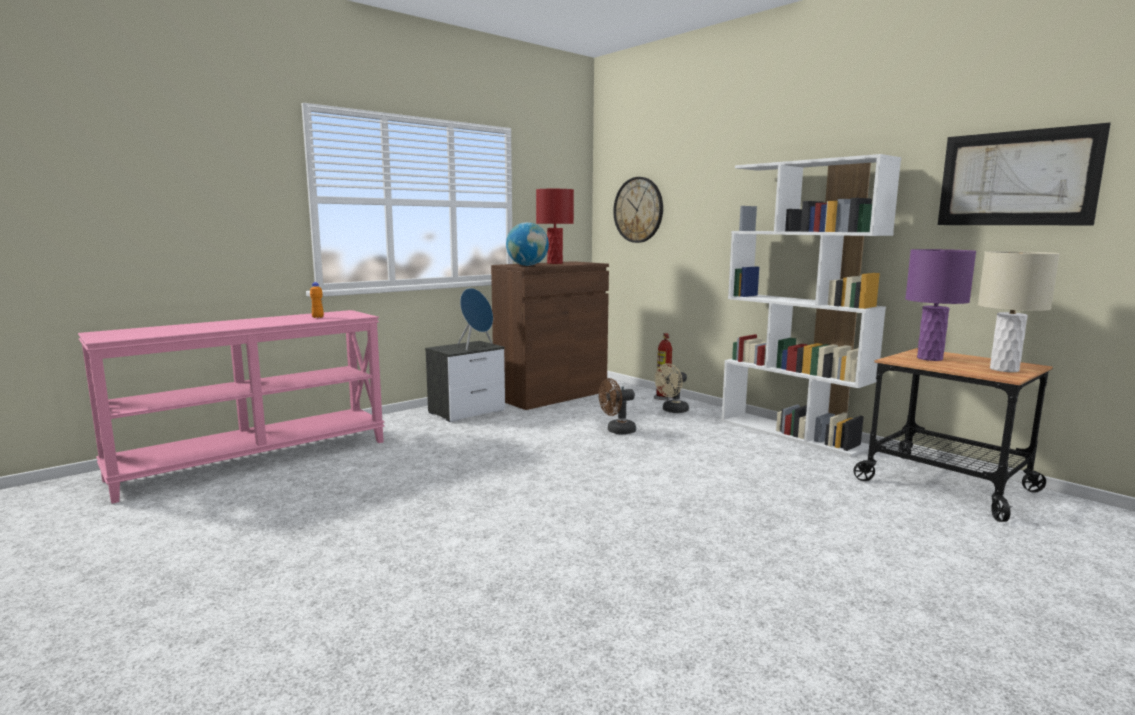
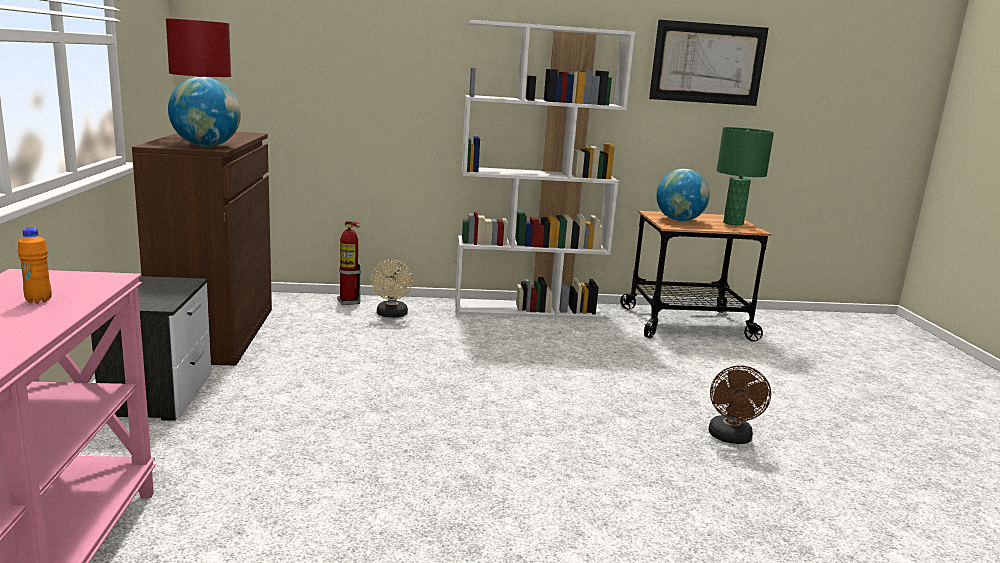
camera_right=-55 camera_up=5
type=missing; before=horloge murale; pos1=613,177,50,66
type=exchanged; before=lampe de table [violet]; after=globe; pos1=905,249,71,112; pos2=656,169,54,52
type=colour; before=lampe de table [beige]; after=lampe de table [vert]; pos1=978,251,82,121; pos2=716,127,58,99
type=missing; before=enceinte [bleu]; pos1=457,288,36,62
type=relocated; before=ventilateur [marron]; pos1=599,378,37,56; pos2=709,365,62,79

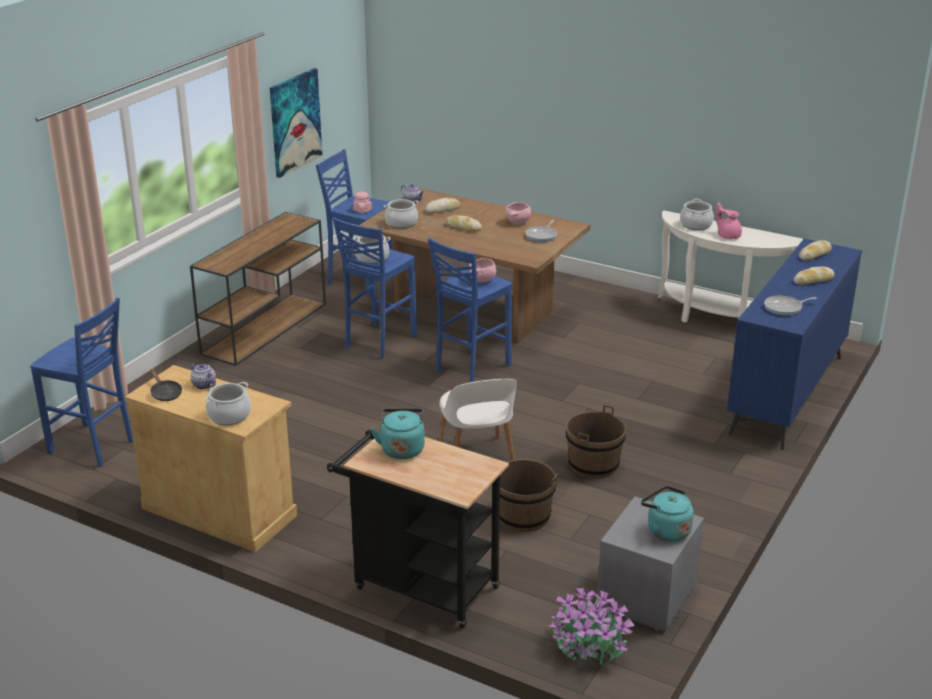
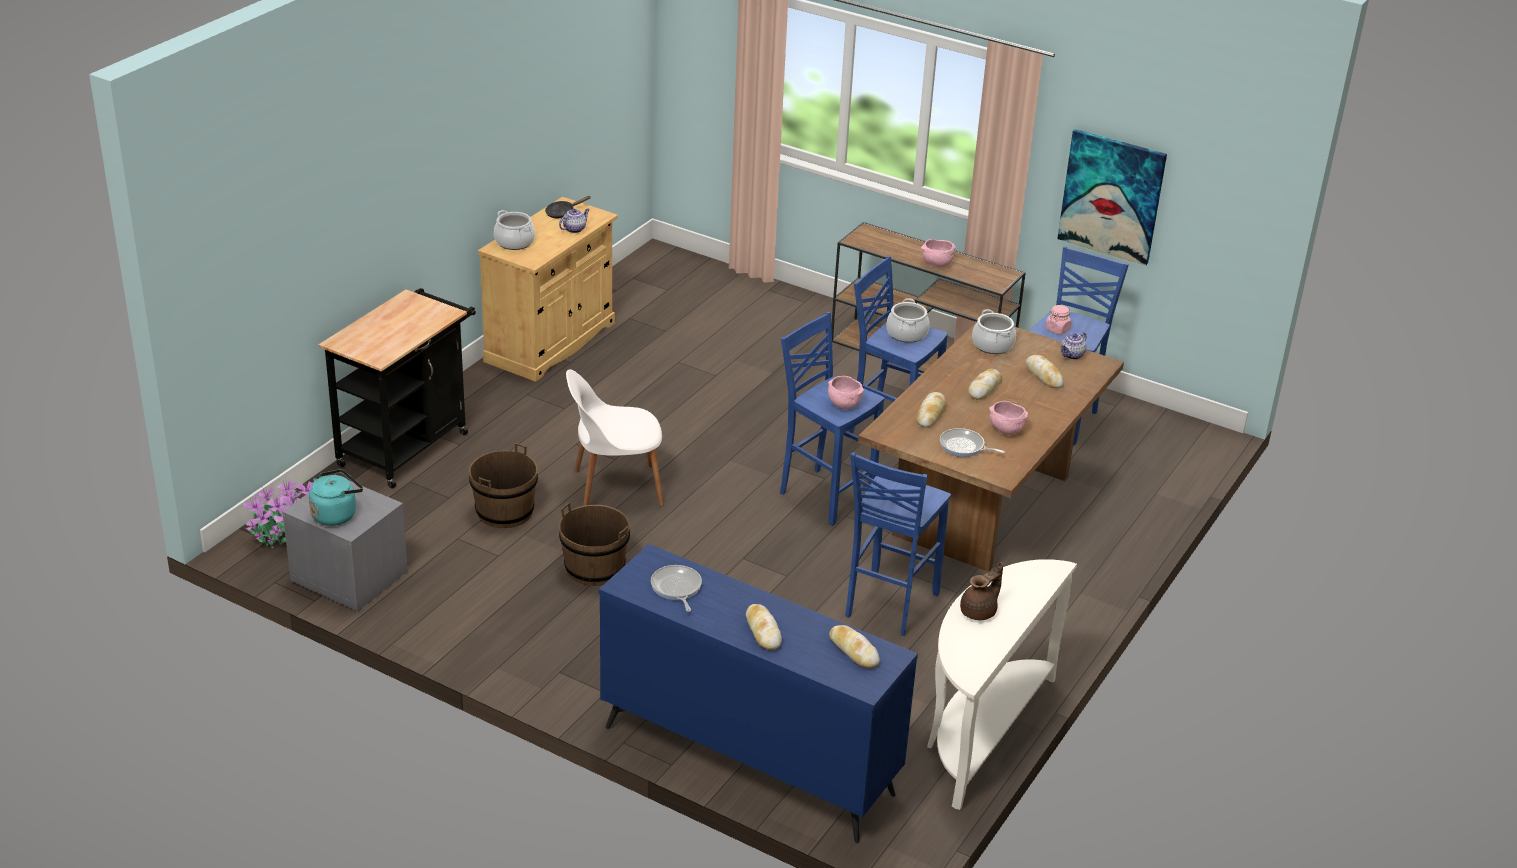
camera_right=90 camera_up=5
type=missing; before=marmite; pos1=680,199,34,31
type=colour; before=théière [rose]; after=théière [marron]; pos1=716,202,26,37; pos2=960,562,43,58
type=relocated; before=tabouret [bleu]; pos1=30,297,104,170; pos2=845,452,106,184
type=missing; before=bouilloire [turquoise]; pos1=370,409,55,50
type=appeared; after=bol [rose]; pos2=921,239,35,28
type=appeared; after=pain; pos2=916,392,30,35

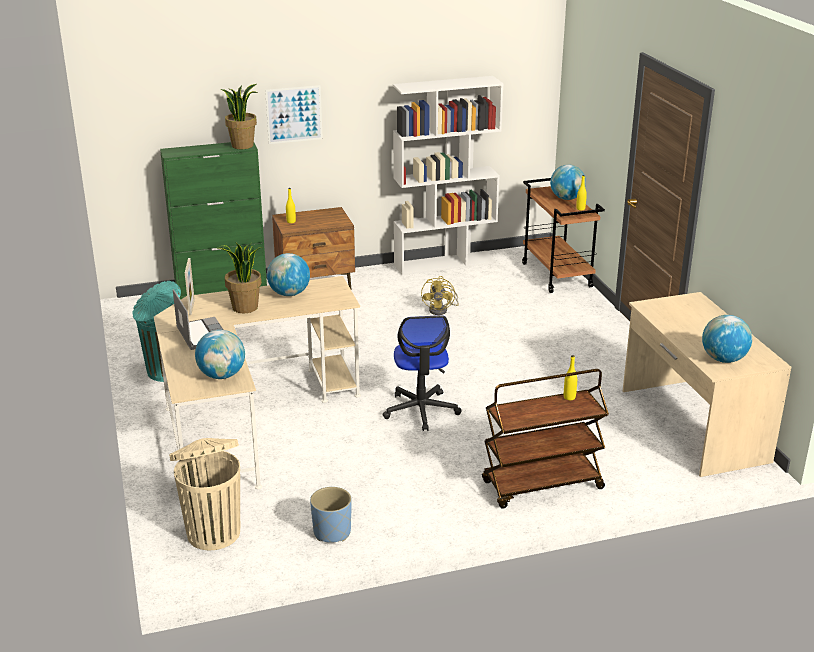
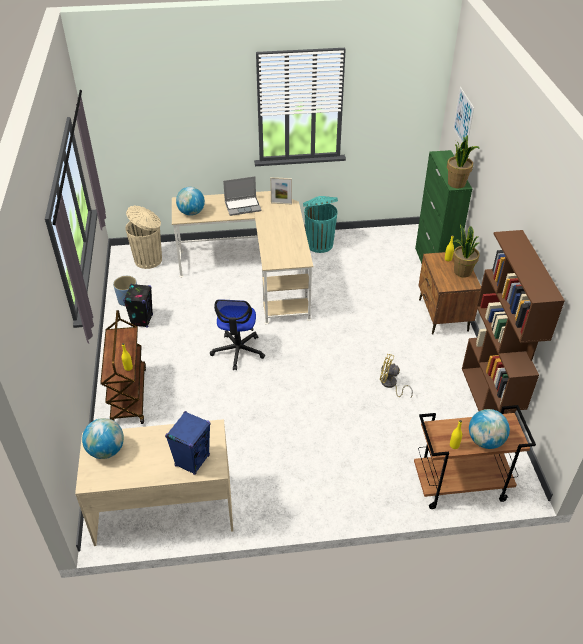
camera_right=100 camera_up=15
type=colour; before=bibliothèque [blanc]; after=bibliothèque [marron]; pos1=393,76,111,199; pos2=462,230,103,184
type=relocated; before=tableau; pos1=265,85,58,59; pos2=453,87,21,56
type=relocated; before=plante en pot; pos1=216,243,47,70; pos2=453,224,27,53
type=missing; before=globe; pos1=267,253,43,43
type=spun; before=chaise de bureau; pos1=383,315,79,116; pos2=210,299,55,71; turn=-90
type=appeared; after=enceinte [noir]; pos2=123,284,30,44
type=appeared; after=enceinte [bleu]; pos2=165,411,46,64

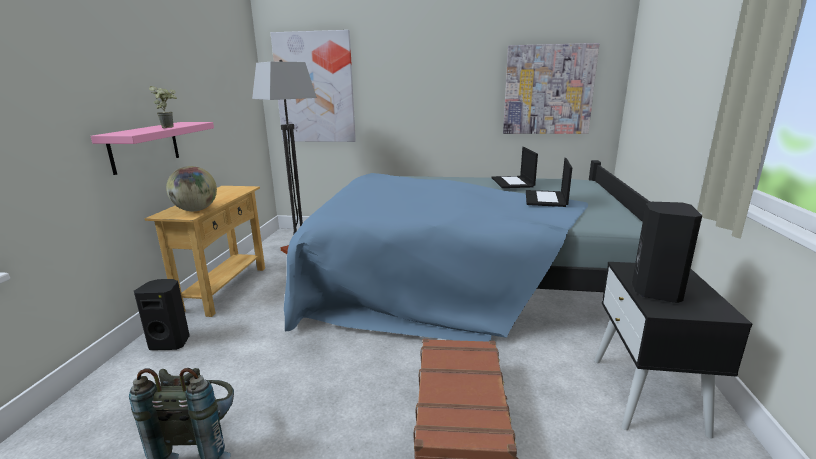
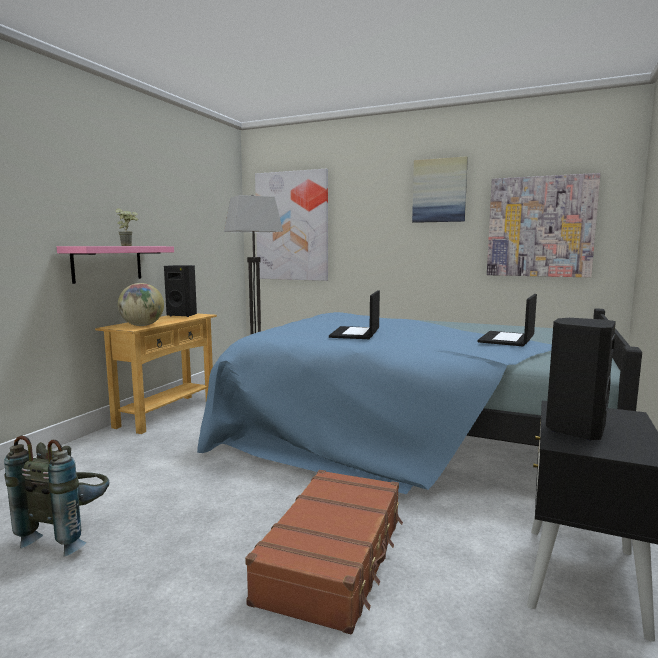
camera_right=15 camera_up=-10
type=relocated; before=ordinateur portable; pos1=492,147,46,41; pos2=329,290,51,49
type=relocated; before=enceinte [noir]; pos1=134,279,56,71; pos2=164,265,33,52
type=appeared; after=tableau; pos2=412,156,56,67

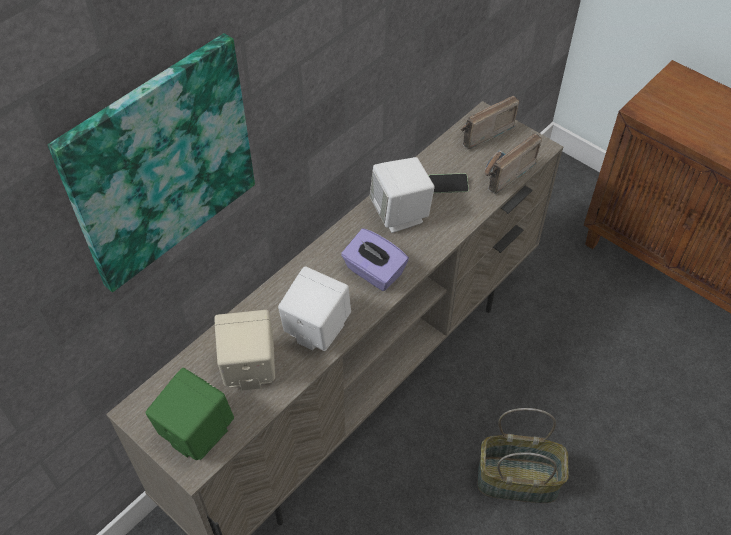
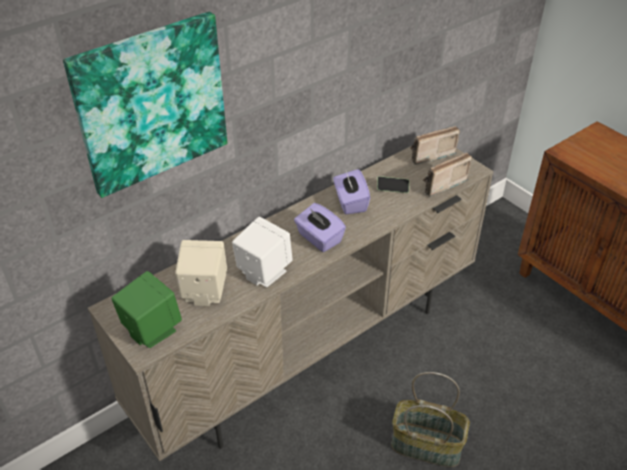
camera_right=10 camera_up=-10
type=exchanged; before=enceinte [blanc]; after=boîte à mouchoirs [violet]; pos1=370,157,65,76; pos2=333,169,37,45

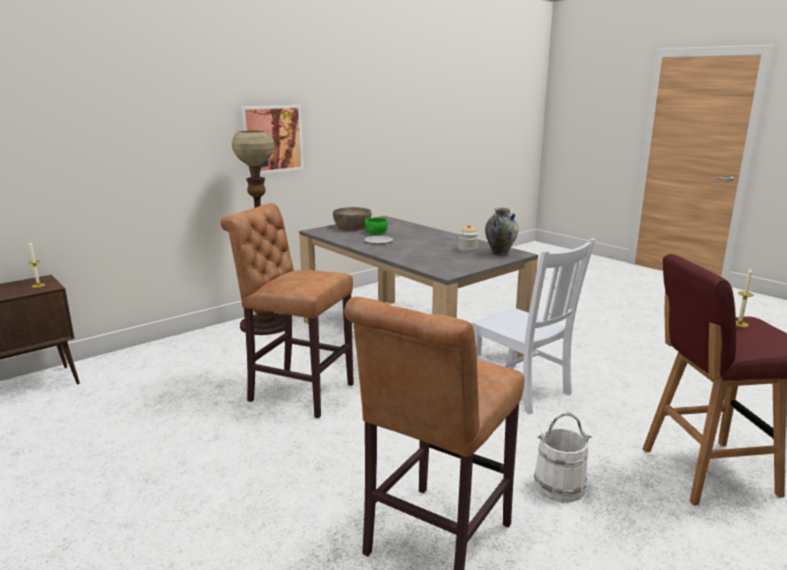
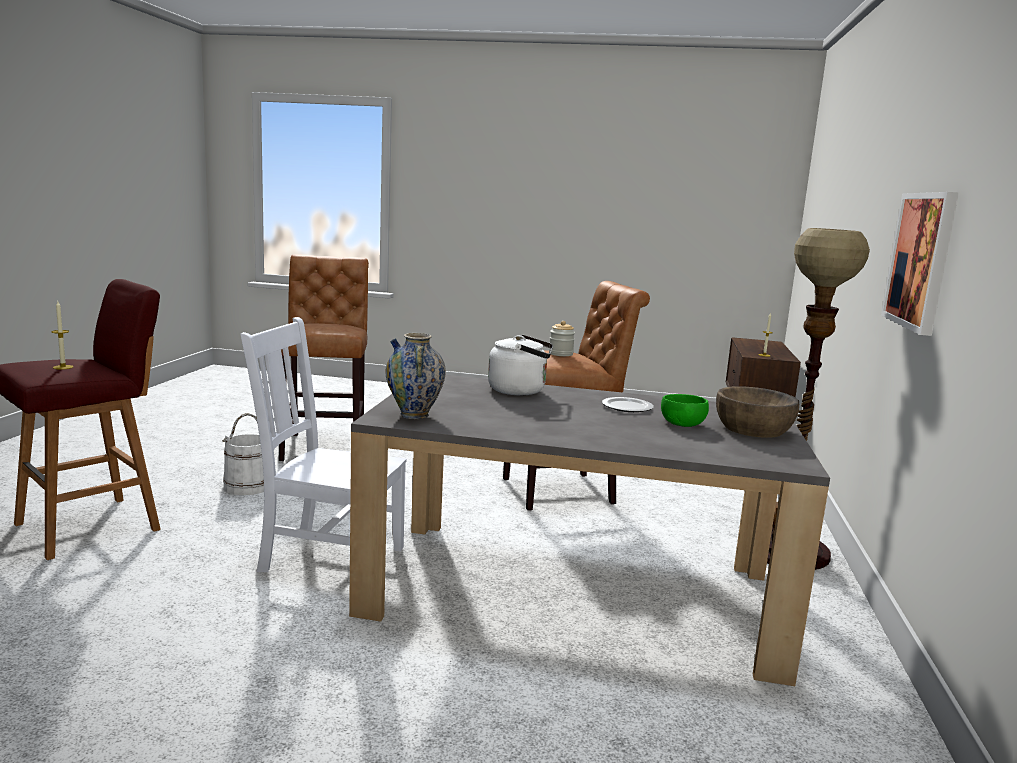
camera_right=140 camera_up=-5
type=relocated; before=bocal; pos1=459,224,19,28; pos2=549,321,26,35
type=appeared; after=bouilloire [blanc]; pos2=488,335,65,61

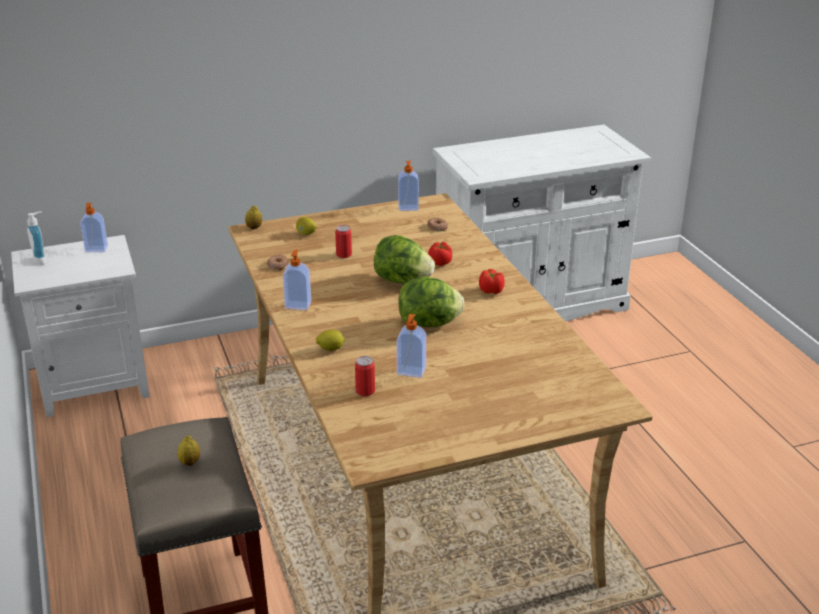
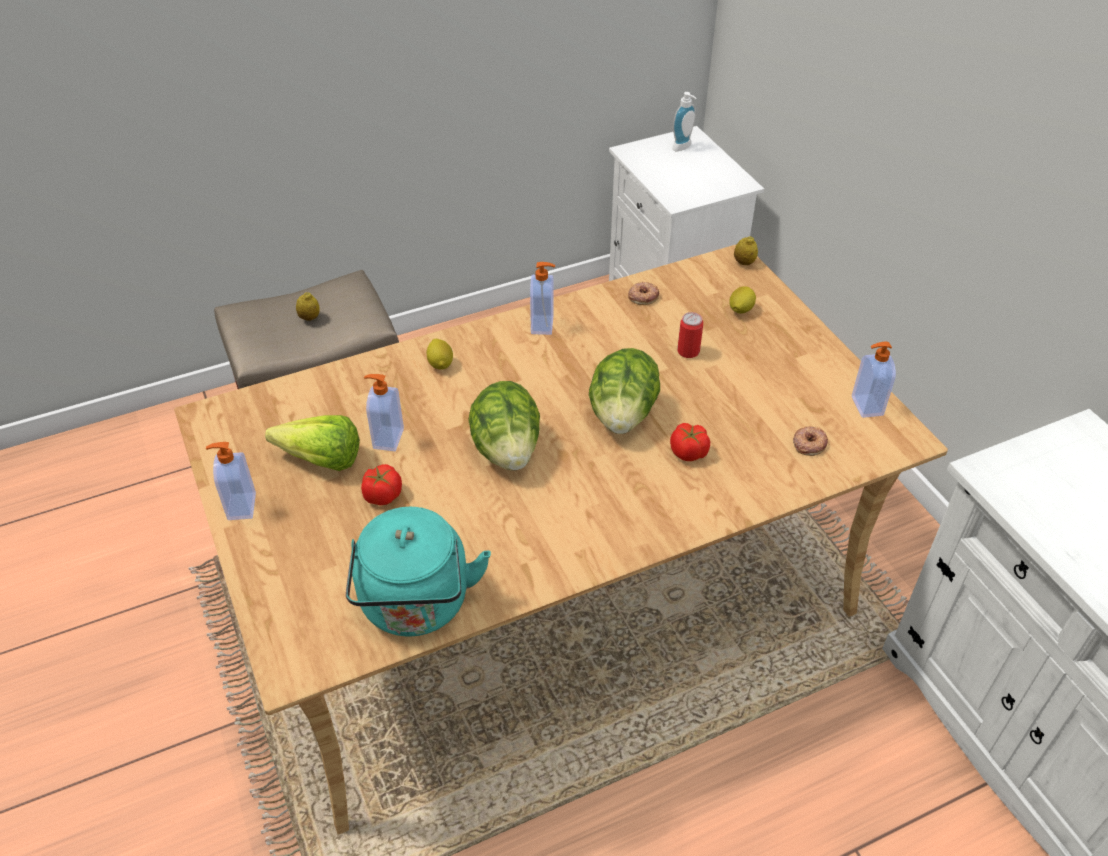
camera_right=85 camera_up=15
type=relocated; before=distributeur de savon; pos1=80,203,28,49; pos2=206,442,50,78
type=relocated; before=tomate; pos1=479,269,26,25; pos2=361,464,41,41
type=missing; before=boîte métallique; pos1=355,356,20,40
type=appeared; after=laitue; pos2=265,415,95,56
type=appeared; after=bouilloire [turquoise]; pos2=346,507,145,130

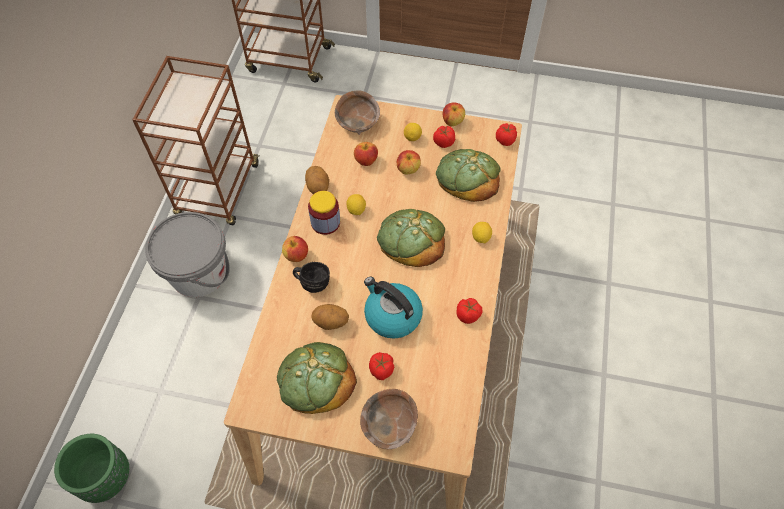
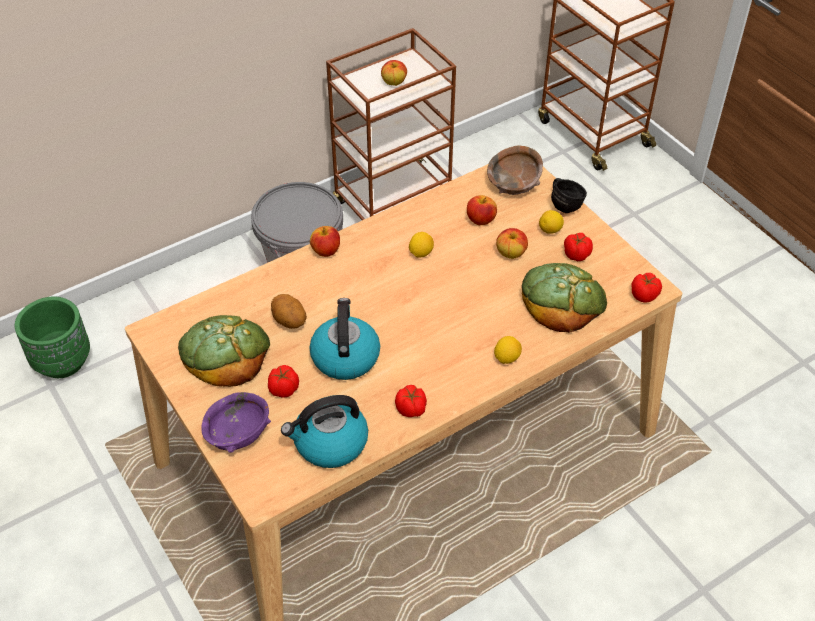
camera_right=45 camera_up=-10
type=relocated; before=pomme; pos1=443,102,22,24; pos2=381,60,26,26
type=missing; before=pomme de terre; pos1=305,166,24,28
type=missing; before=bocal; pos1=308,191,32,44
type=missing; before=pain; pos1=377,209,68,58
type=relocated; before=mug [noir]; pos1=293,262,37,31; pos2=551,178,36,35
type=colour; before=bol [marron]; after=bol [violet]; pos1=360,389,58,60; pos2=201,392,70,61
type=appeared; after=bouilloire; pos2=281,395,87,73

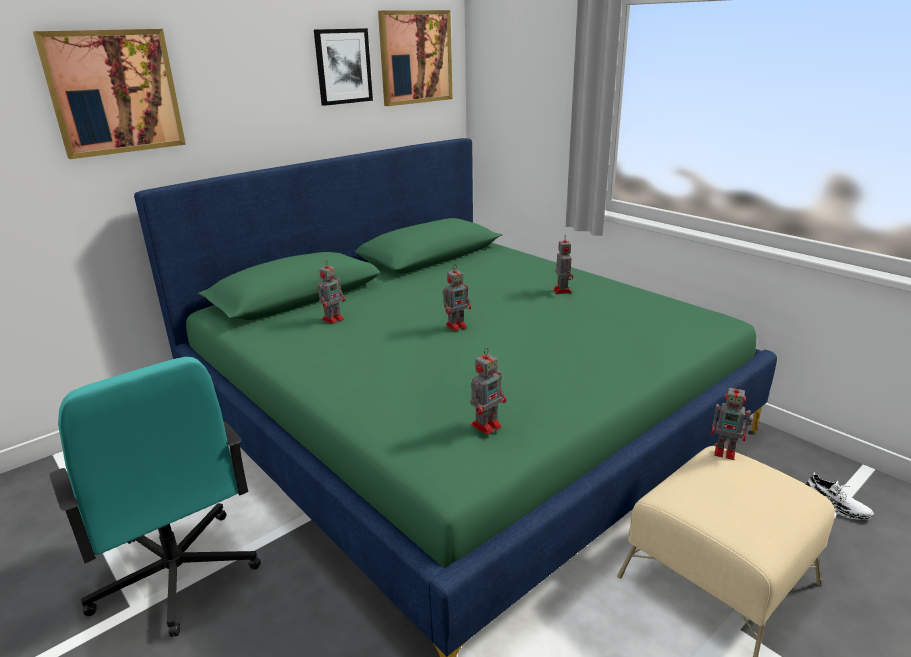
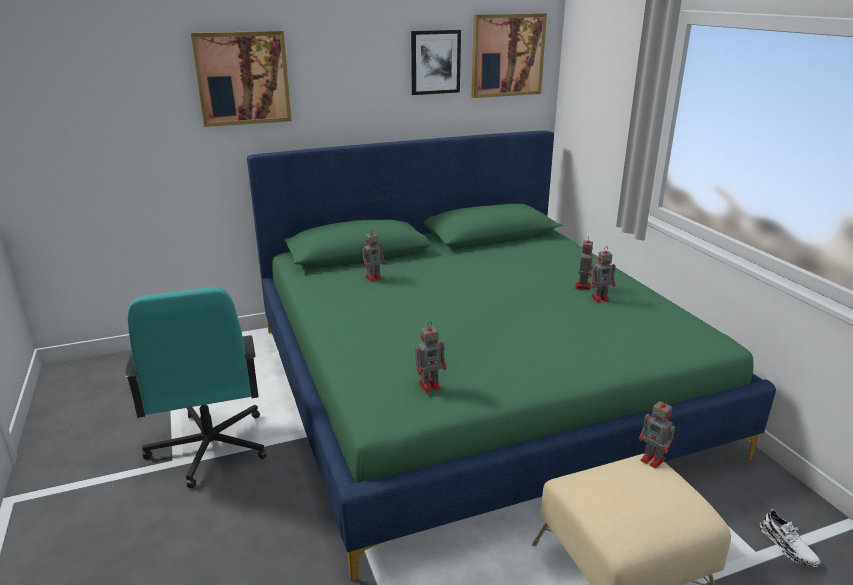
camera_right=20 camera_up=0
type=relocated; before=robot jouet; pos1=443,264,28,67; pos2=591,249,25,54

